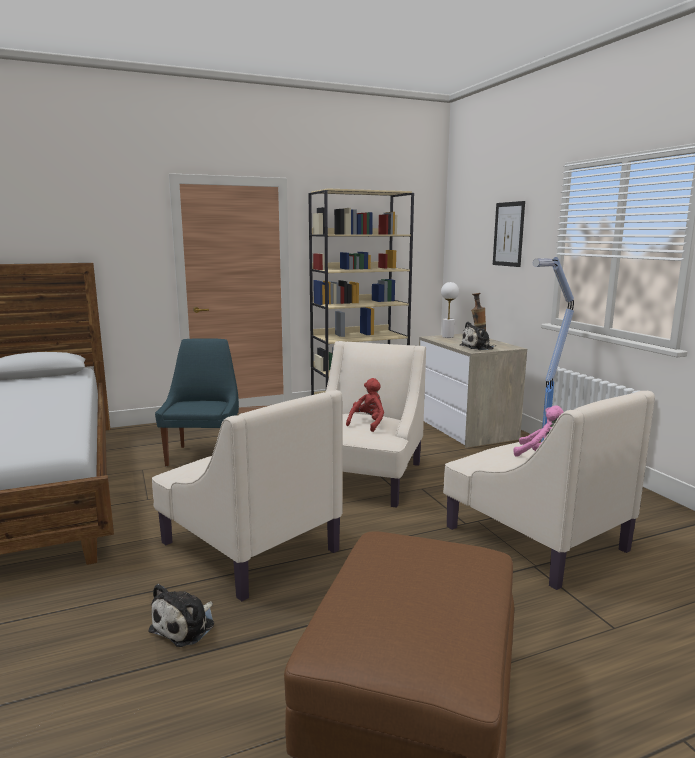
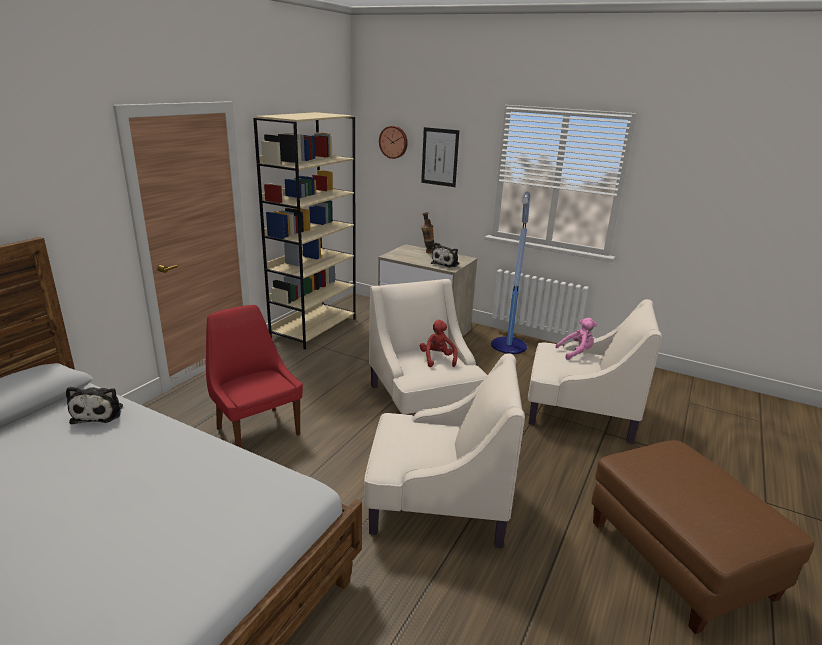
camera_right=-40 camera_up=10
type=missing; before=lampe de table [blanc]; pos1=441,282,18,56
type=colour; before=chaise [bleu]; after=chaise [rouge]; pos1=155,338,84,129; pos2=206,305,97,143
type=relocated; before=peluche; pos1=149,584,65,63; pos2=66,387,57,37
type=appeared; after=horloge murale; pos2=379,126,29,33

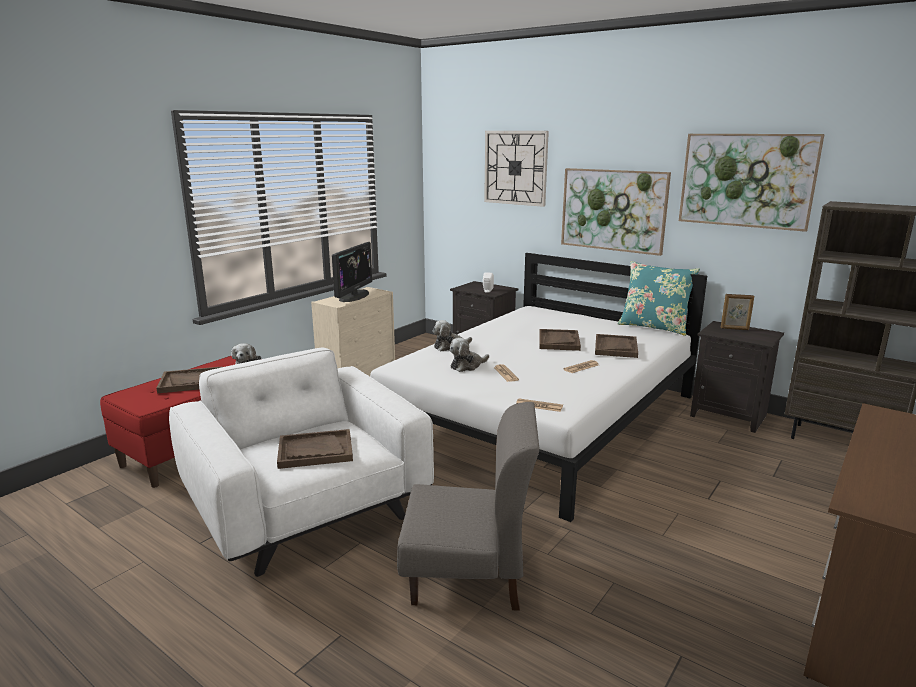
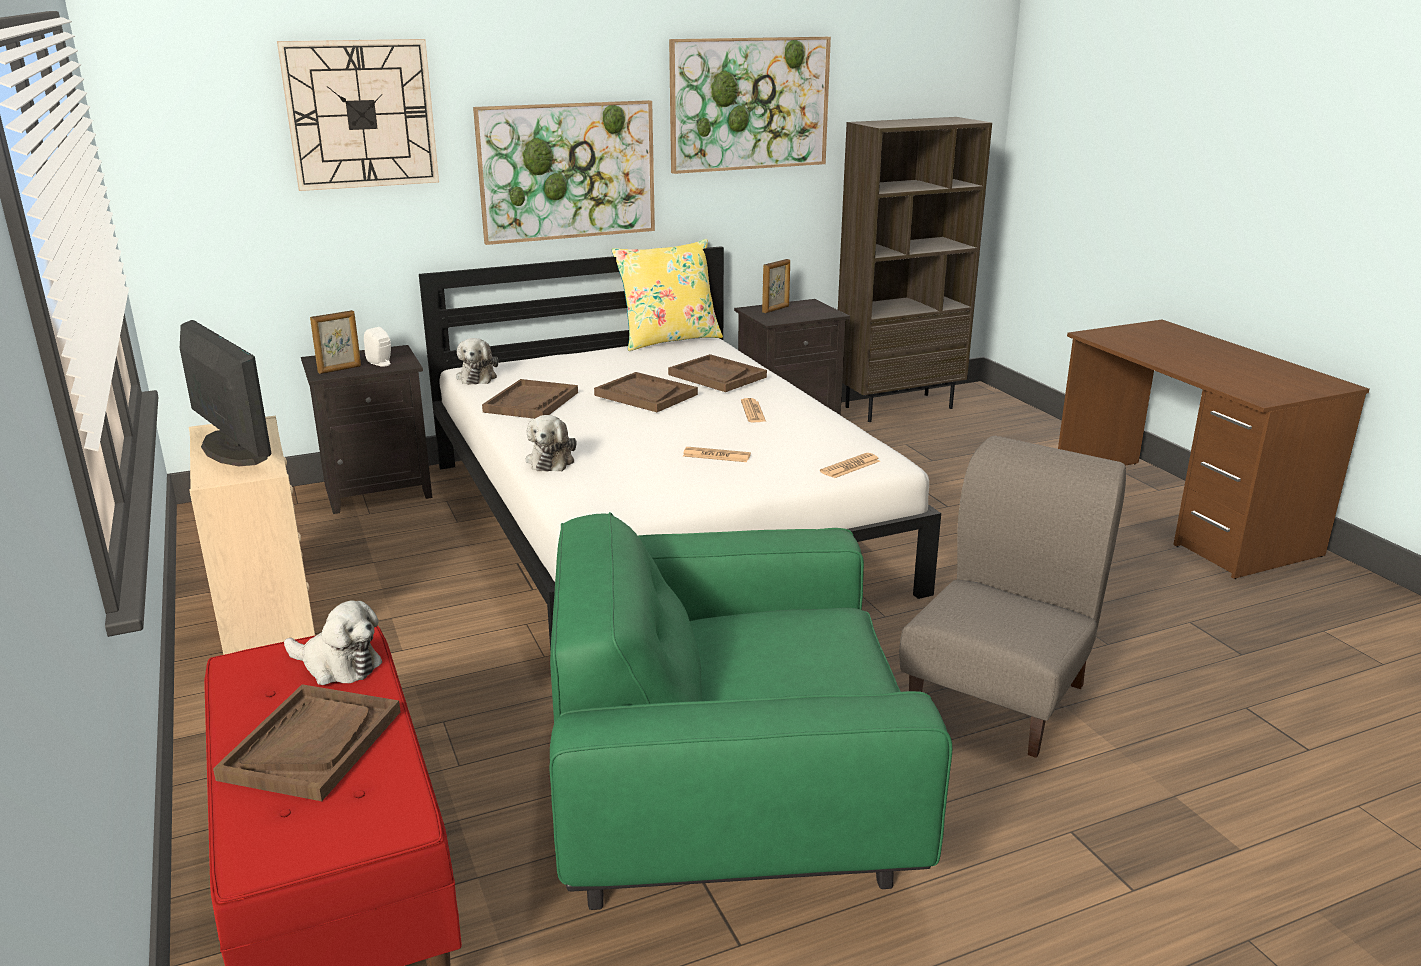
camera_right=-60 camera_up=5
type=colour; before=coussin [turquoise]; after=coussin [jaune]; pos1=617,261,83,75; pos2=611,239,112,112
type=relocated; before=peluche; pos1=450,338,39,34; pos2=456,338,42,47
type=colour; before=fauteuil [blanc]; after=fauteuil [vert]; pos1=169,347,265,230; pos2=549,512,403,398
type=relocated; before=plateau [marron]; pos1=277,429,76,40; pos2=482,379,96,40
type=appeared; after=cadre photo; pos2=310,310,51,64

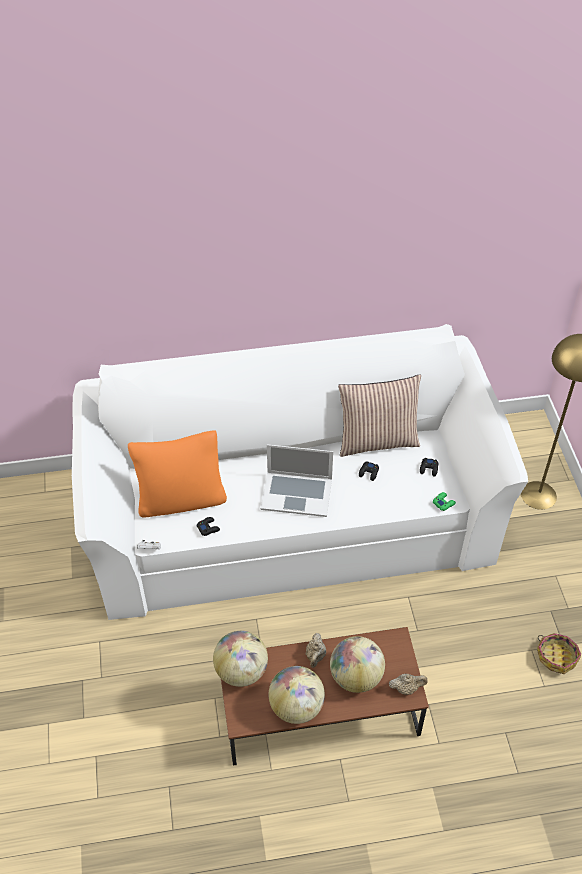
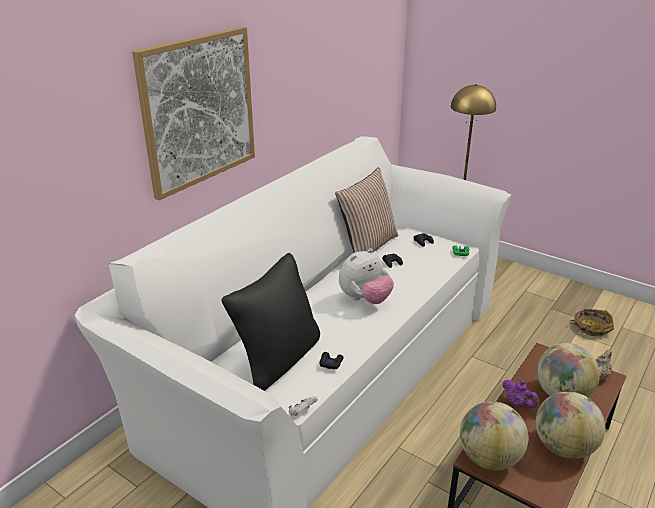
camera_right=-45 camera_up=-20
type=colour; before=coussin [orange]; after=coussin [noir]; pos1=128,430,99,87; pos2=222,253,98,138
type=exchanged; before=ordinateur portable; after=peluche; pos1=261,444,72,73; pos2=339,248,55,56
type=colour; before=théière [beige]; after=théière [violet]; pos1=306,633,20,35; pos2=502,380,36,28
type=appeared; after=tableau; pos2=132,27,123,173

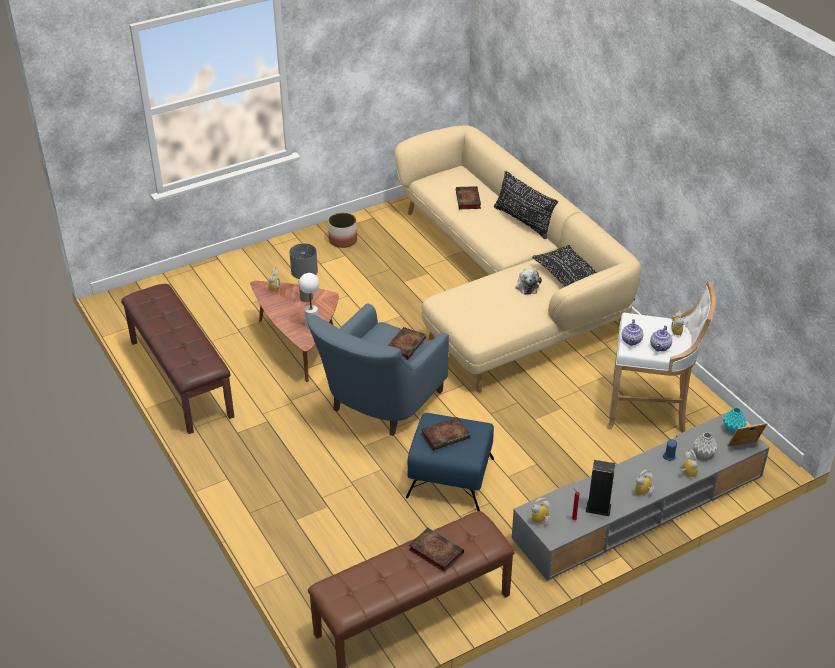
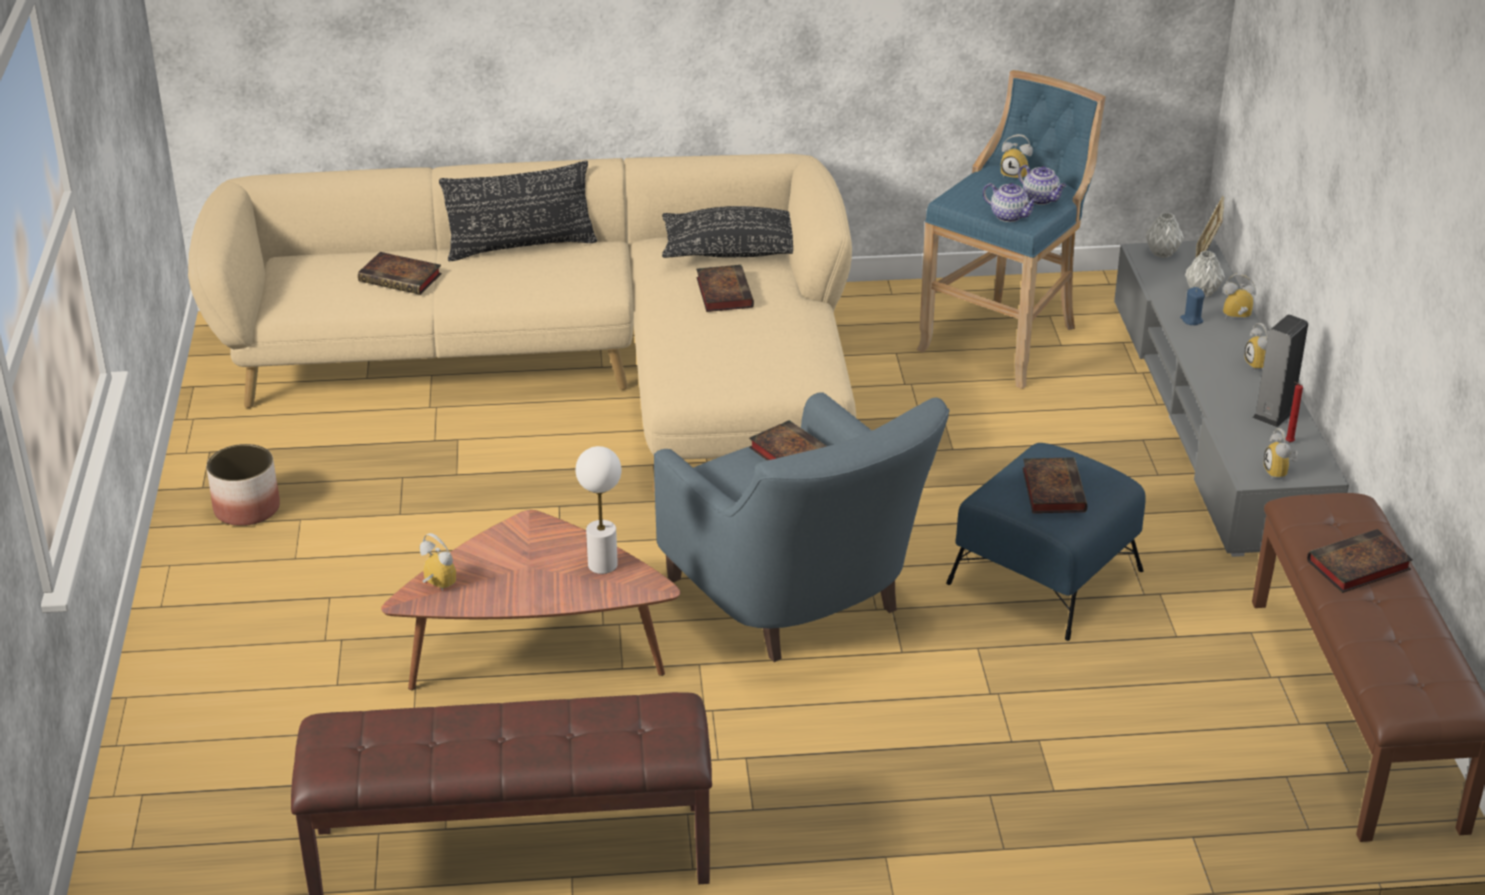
camera_right=-65 camera_up=-5
type=missing; before=lampe de table [gris]; pos1=289,243,29,59
type=exchanged; before=peluche; after=livre; pos1=515,269,27,26; pos2=696,265,58,47
type=colour; before=tabouret [blanc]; after=tabouret [bleu]; pos1=607,281,109,152; pos2=917,70,189,319
type=colour; before=vase [turquoise]; after=vase [gris]; pos1=723,407,23,27; pos2=1145,212,39,46

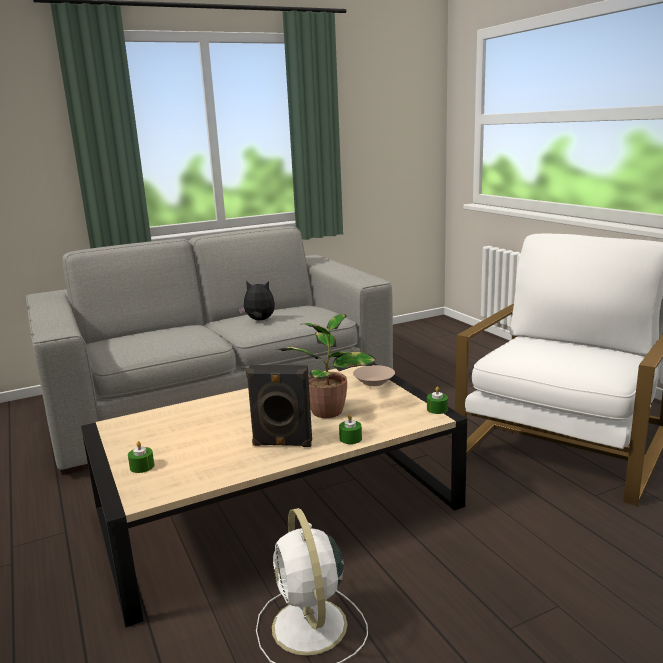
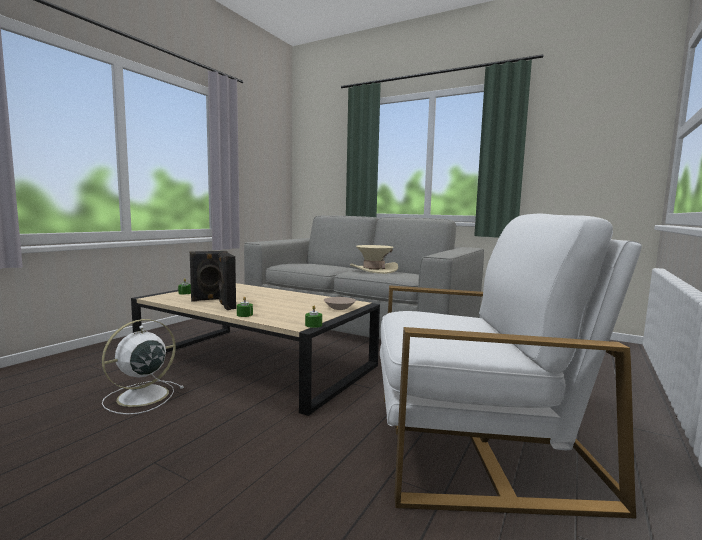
camera_right=55 camera_up=-10
type=exchanged; before=peluche; after=chapeau [beige]; pos1=239,281,36,39; pos2=350,245,48,29
type=missing; before=plante en pot; pos1=278,314,98,104
type=appeared; after=enceinte [noir]; pos2=190,251,38,51

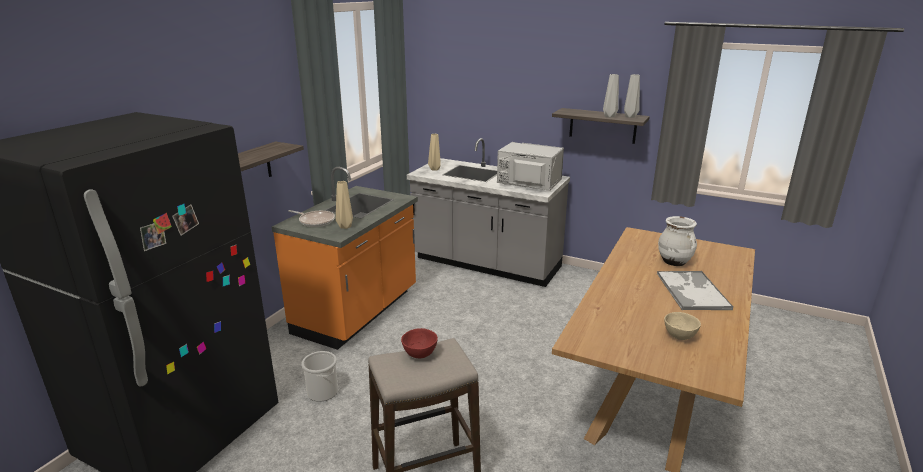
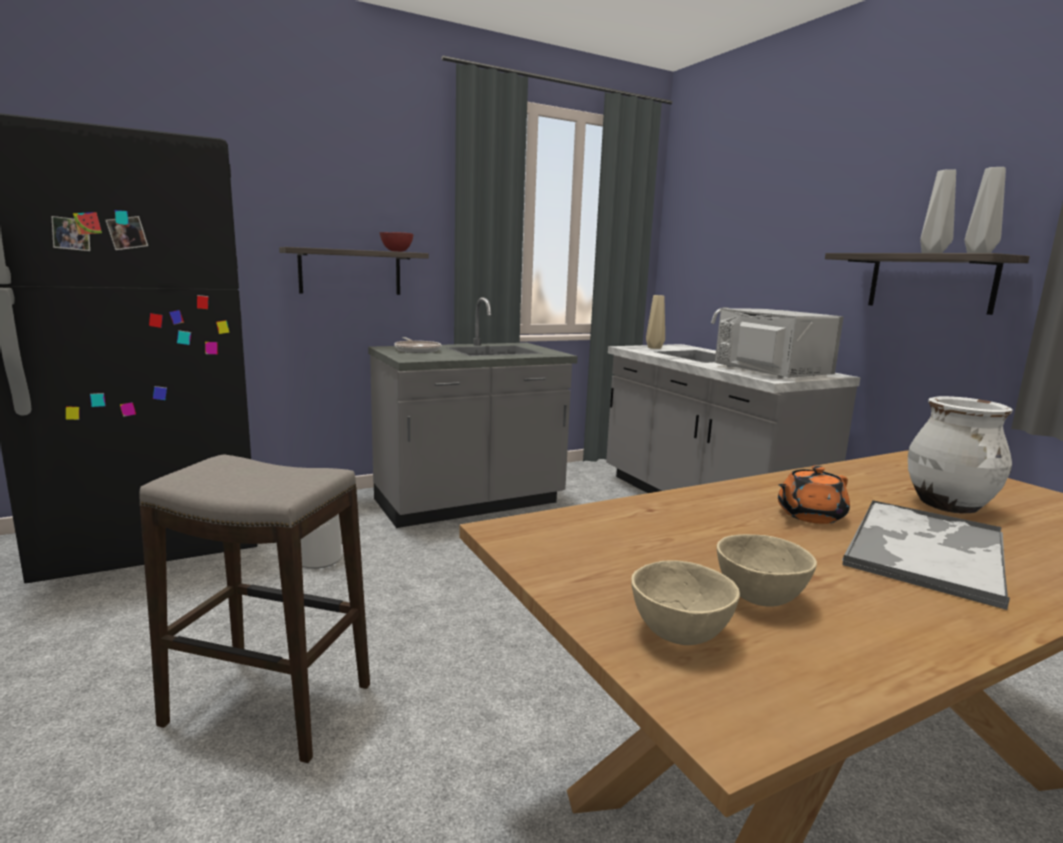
camera_right=35 camera_up=-10
type=colour; before=comptoir de cuisine [orange]; after=comptoir de cuisine [gris]; pos1=272,167,146,183; pos2=368,297,210,231
type=missing; before=vase [beige]; pos1=336,181,17,48
type=relocated; before=bol [rouge]; pos1=401,328,37,30; pos2=380,232,33,20
type=appeared; after=théière [orange]; pos2=778,465,72,59
type=appeared; after=bol [beige]; pos2=631,560,109,85

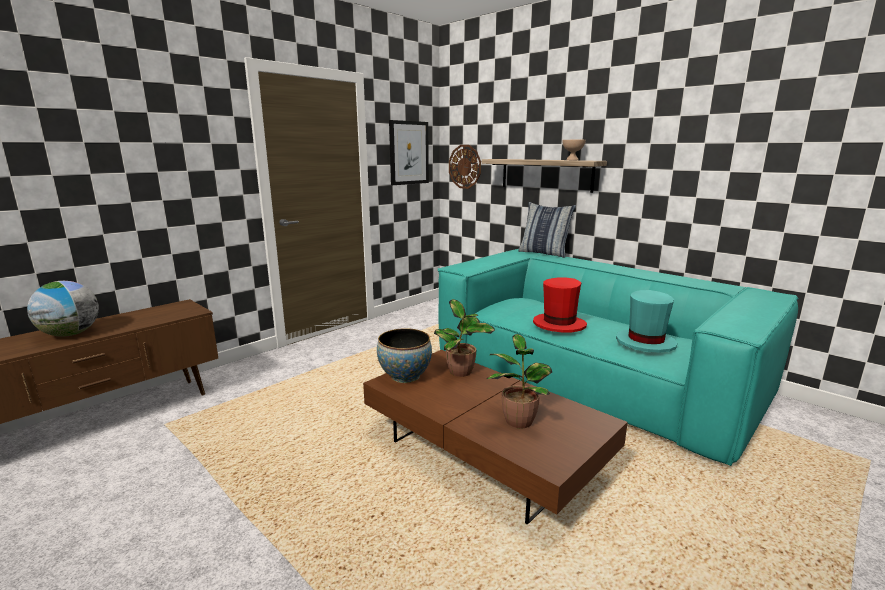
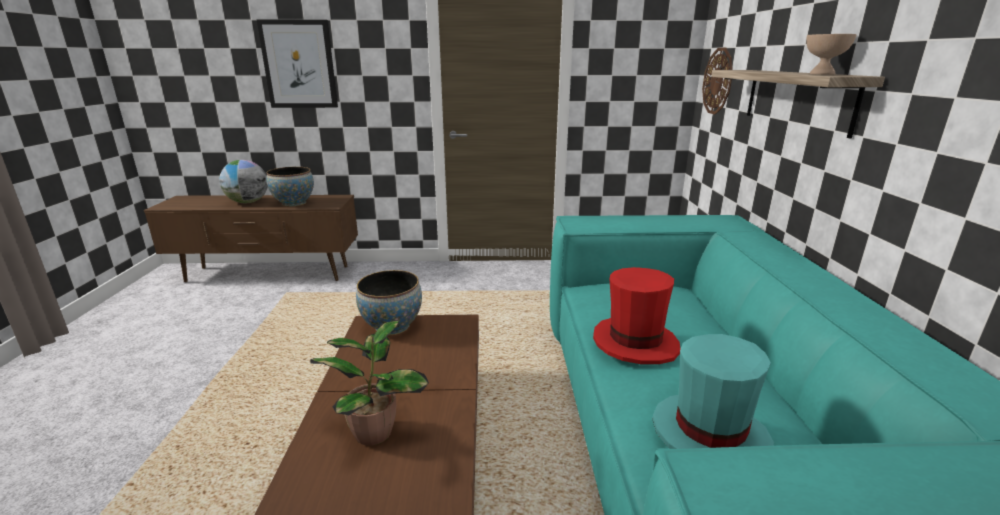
camera_right=45 camera_up=5
type=relocated; before=tableau; pos1=389,120,40,65; pos2=257,20,81,88
type=missing; before=coussin; pos1=518,202,58,56
type=missing; before=plante en pot; pos1=434,299,61,78
type=appeared; after=bol; pos2=266,167,48,40

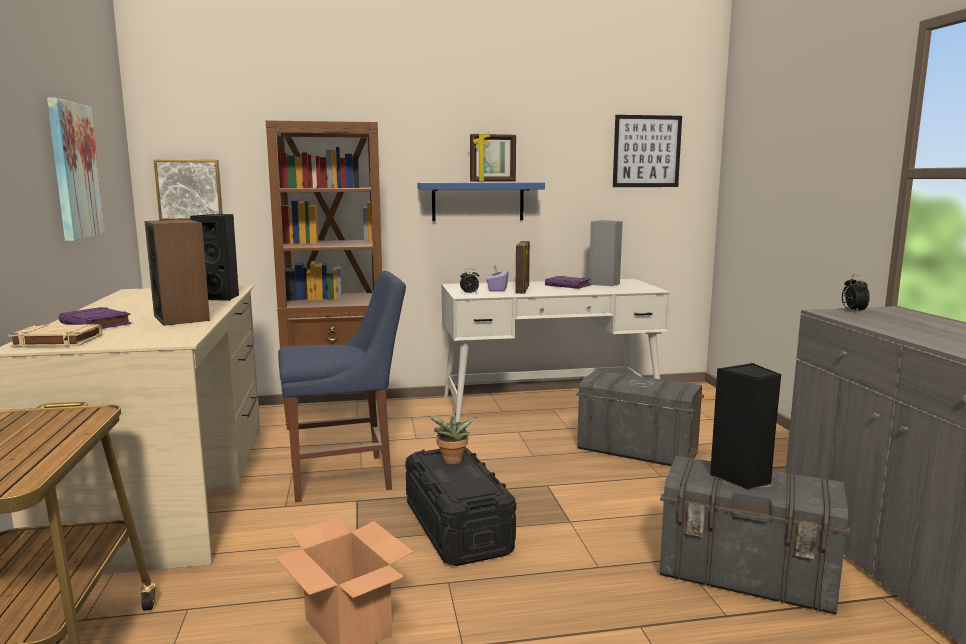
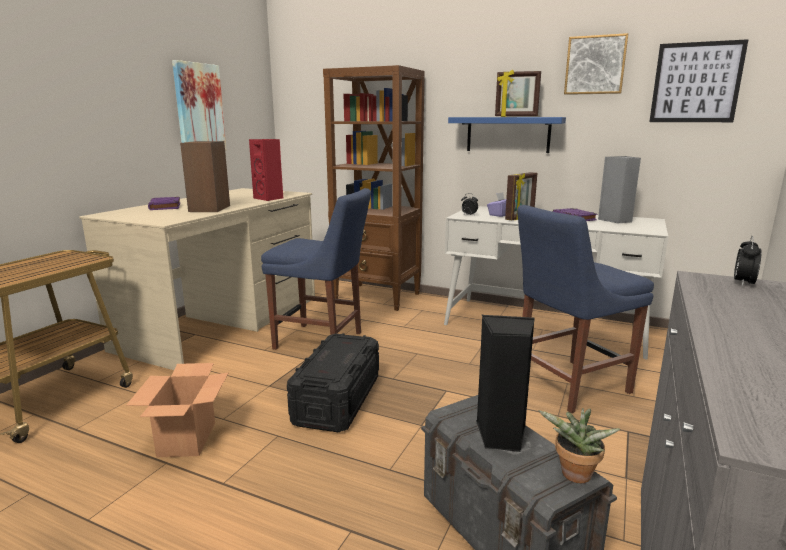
camera_right=35 camera_up=5
type=relocated; before=tableau; pos1=154,160,69,61; pos2=564,33,65,62
type=colour; before=enceinte [noir]; after=enceinte [rouge]; pos1=190,214,49,87; pos2=249,139,34,62
type=missing; before=livre [beige]; pos1=8,324,94,23
type=exchanged; before=boîte de rangement [gris]; after=chaise [bleu]; pos1=576,371,128,95; pos2=517,205,137,208
type=relocated; before=plante en pot; pos1=428,409,48,55; pos2=538,408,82,75

